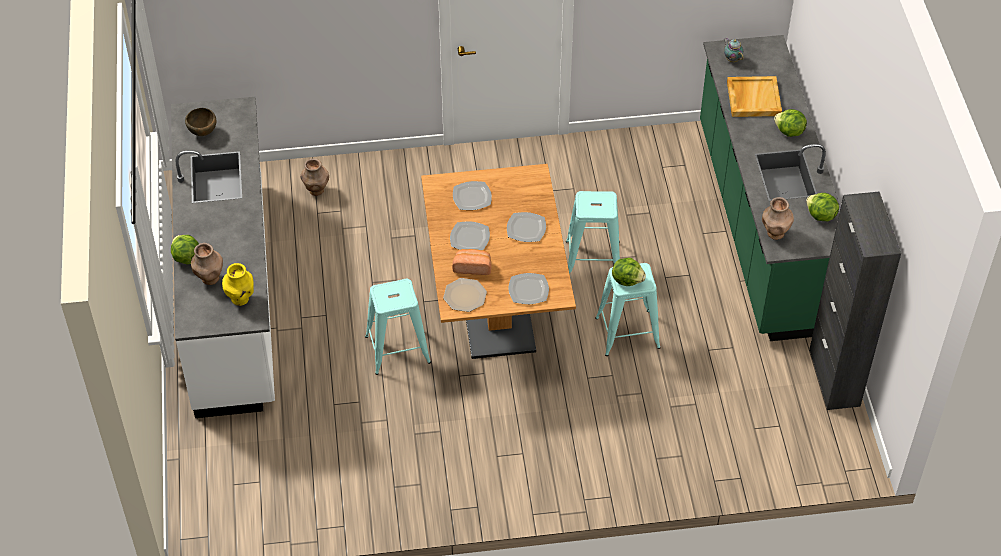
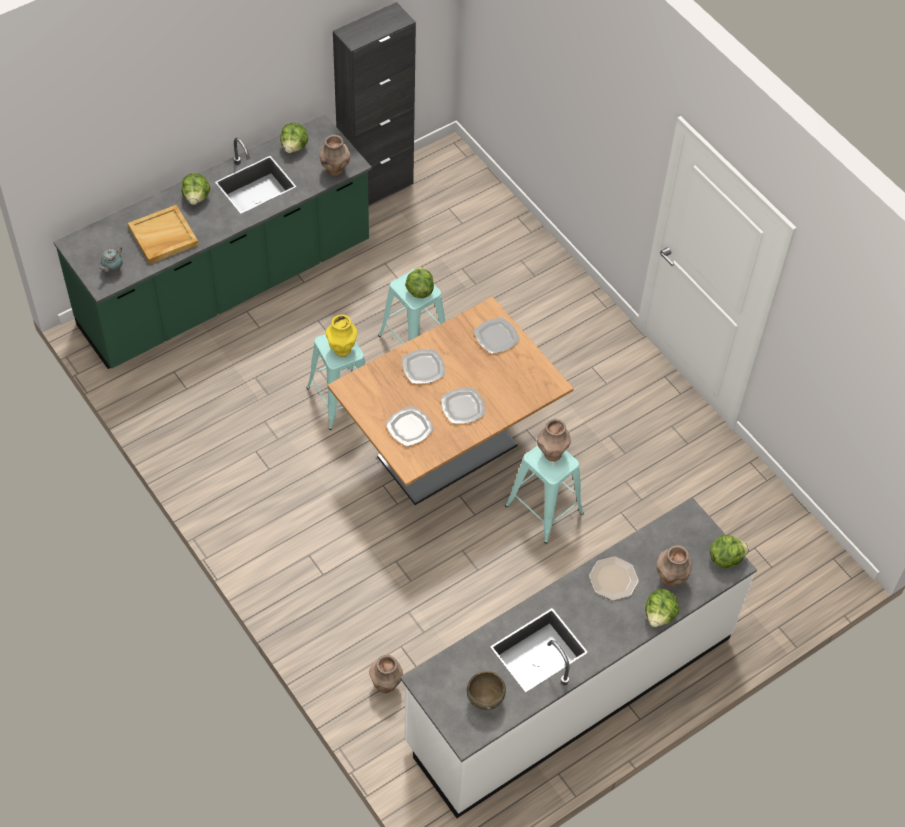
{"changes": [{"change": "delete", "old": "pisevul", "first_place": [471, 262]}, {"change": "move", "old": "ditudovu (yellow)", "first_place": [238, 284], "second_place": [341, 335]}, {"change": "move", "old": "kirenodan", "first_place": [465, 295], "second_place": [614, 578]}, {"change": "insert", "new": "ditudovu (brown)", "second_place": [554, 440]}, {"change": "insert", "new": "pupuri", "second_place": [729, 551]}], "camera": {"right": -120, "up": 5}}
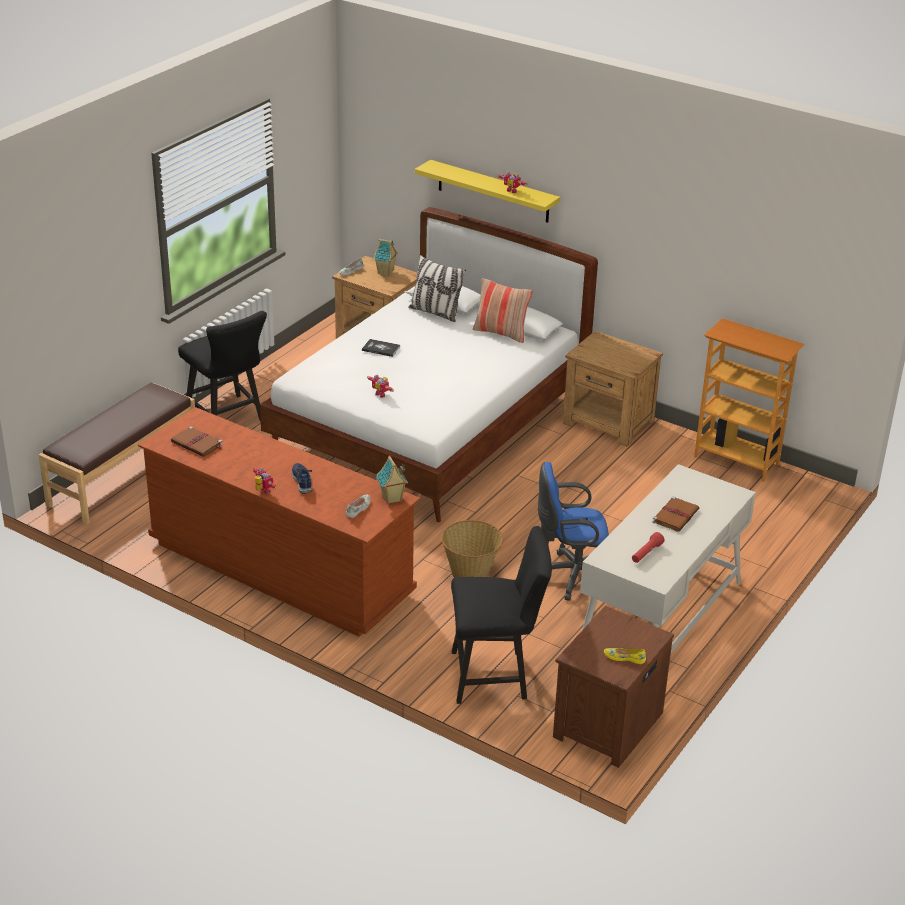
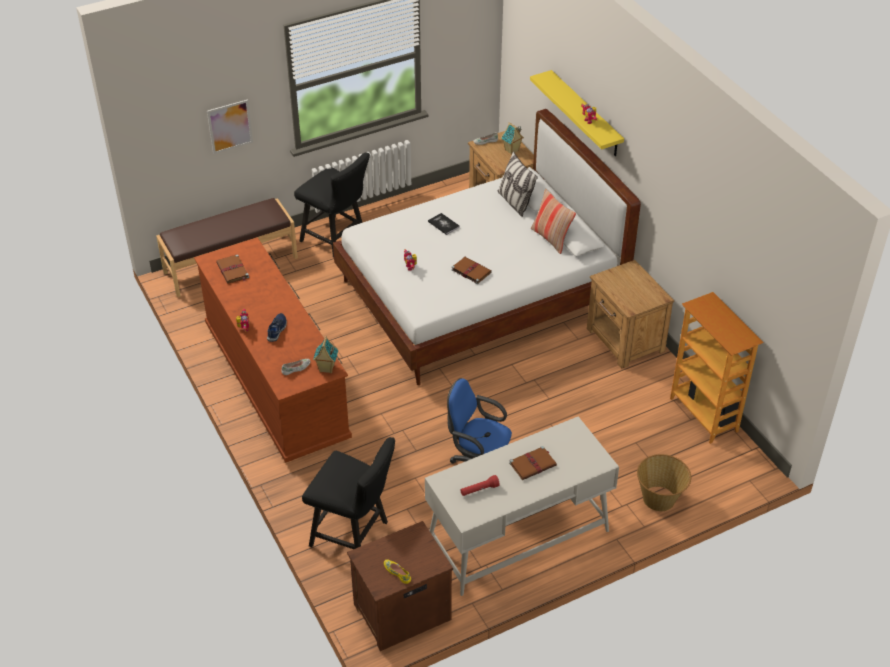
{"changes": [{"change": "rotate", "old": "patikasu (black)", "first_place": [222, 366], "second_place": [332, 204], "degrees": -45}, {"change": "move", "old": "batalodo", "first_place": [472, 549], "second_place": [664, 482]}, {"change": "insert", "new": "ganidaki", "second_place": [230, 126]}, {"change": "insert", "new": "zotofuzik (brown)", "second_place": [471, 270]}], "camera": {"right": 30, "up": 10}}
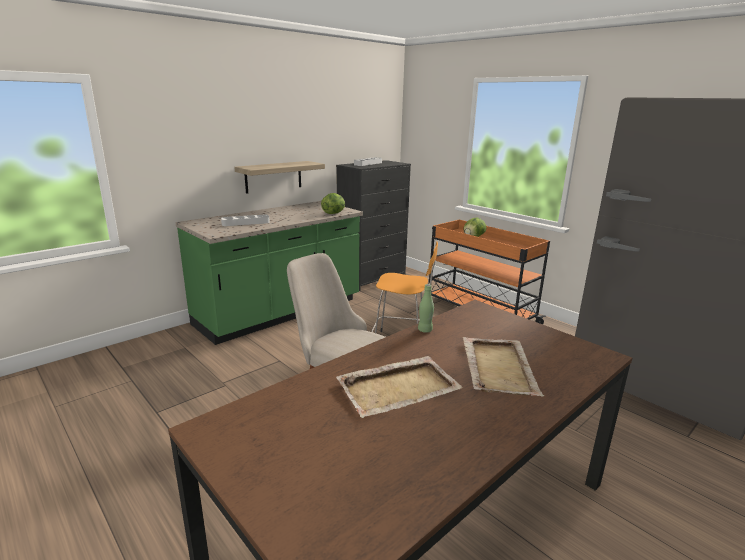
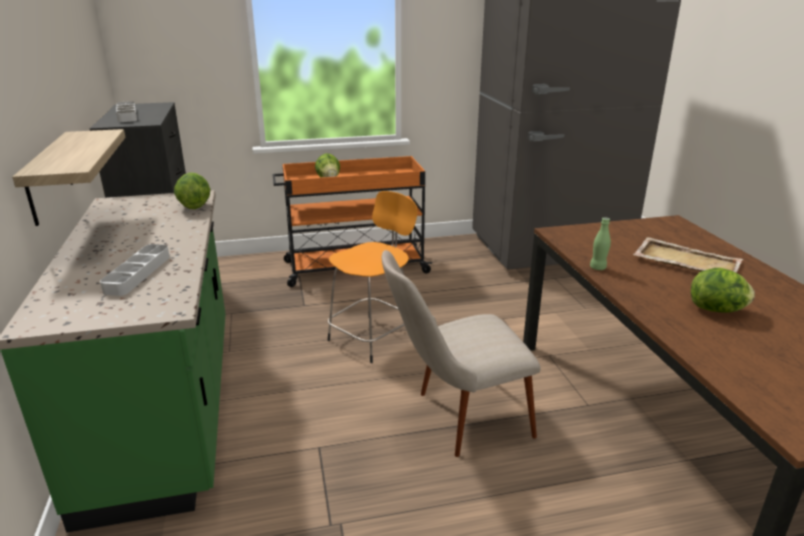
{"changes": [{"change": "replace", "old": "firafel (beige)", "new": "pupuri", "first_place": [399, 387], "second_place": [723, 290]}], "camera": {"right": -60, "up": 5}}
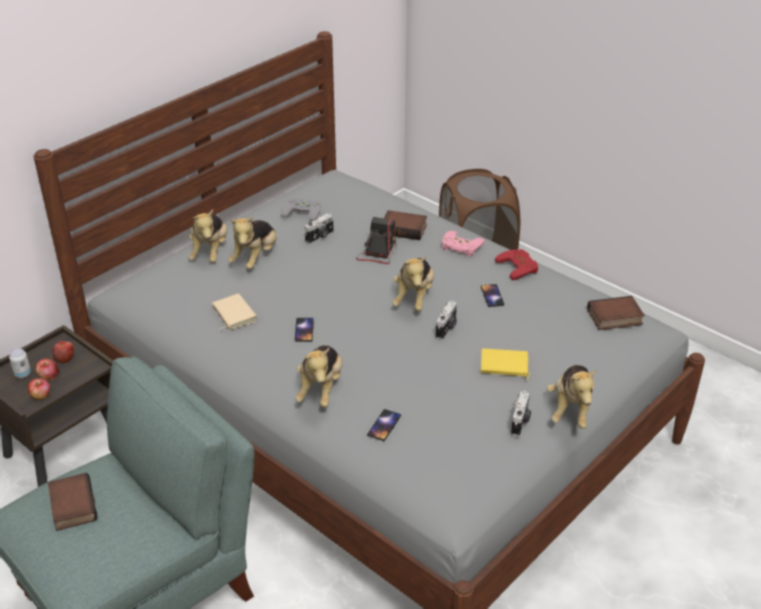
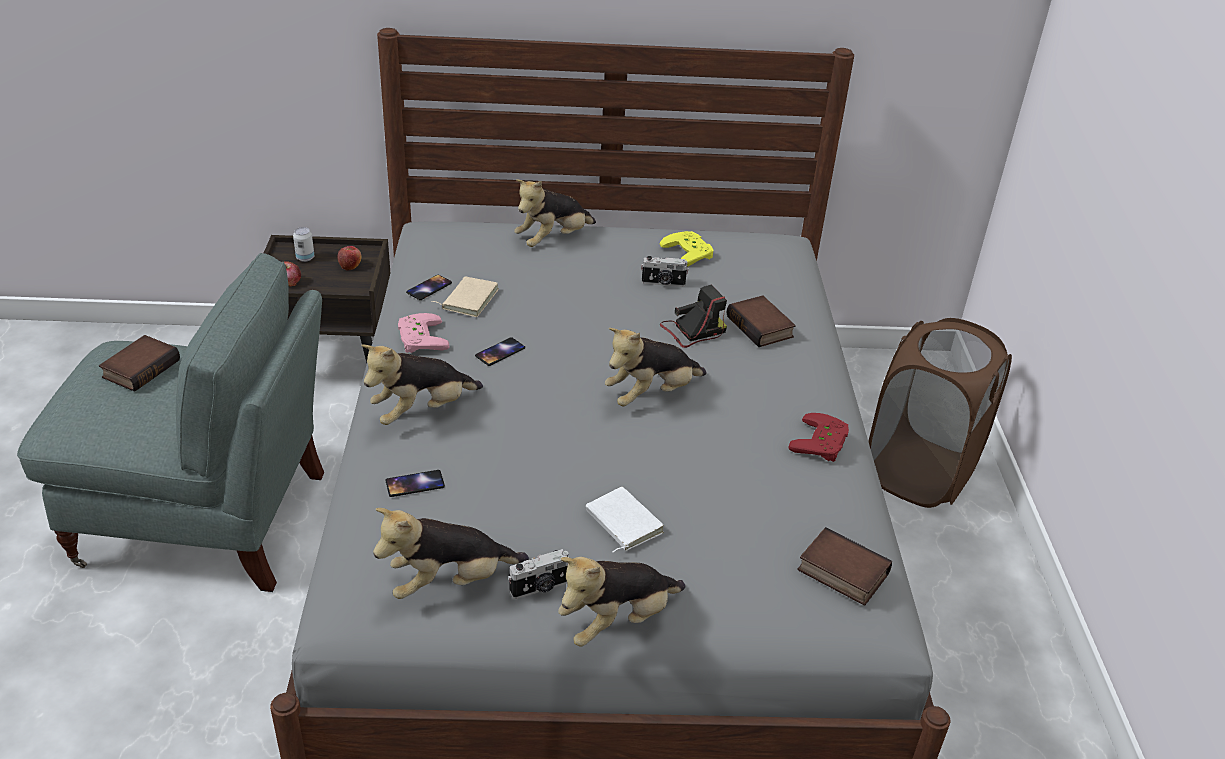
{"changes": [{"change": "recolor", "old": "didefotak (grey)", "new": "didefotak (yellow)", "first_place": [301, 209], "second_place": [687, 248]}, {"change": "move", "old": "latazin", "first_place": [252, 242], "second_place": [451, 553]}, {"change": "move", "old": "didefotak (pink)", "first_place": [463, 244], "second_place": [424, 333]}, {"change": "move", "old": "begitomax", "first_place": [492, 295], "second_place": [429, 287]}, {"change": "delete", "old": "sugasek", "first_place": [446, 320]}, {"change": "recolor", "old": "zotofuzik (yellow)", "new": "zotofuzik (white)", "first_place": [505, 365], "second_place": [625, 519]}, {"change": "delete", "old": "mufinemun", "first_place": [47, 369]}], "camera": {"right": 45, "up": 0}}
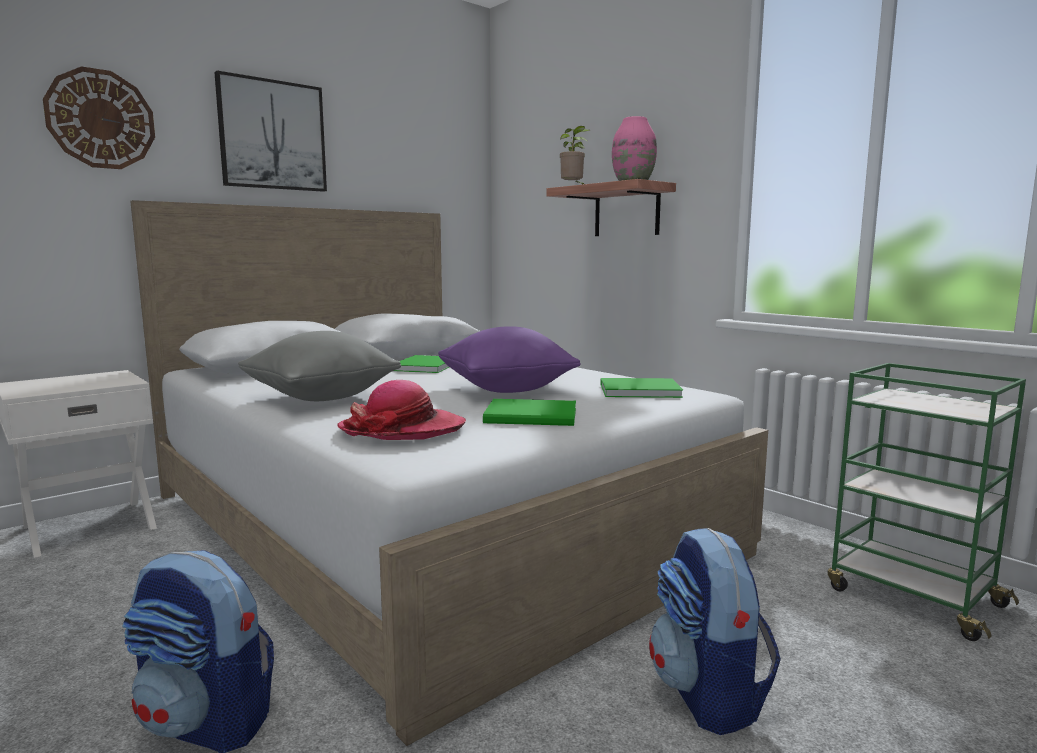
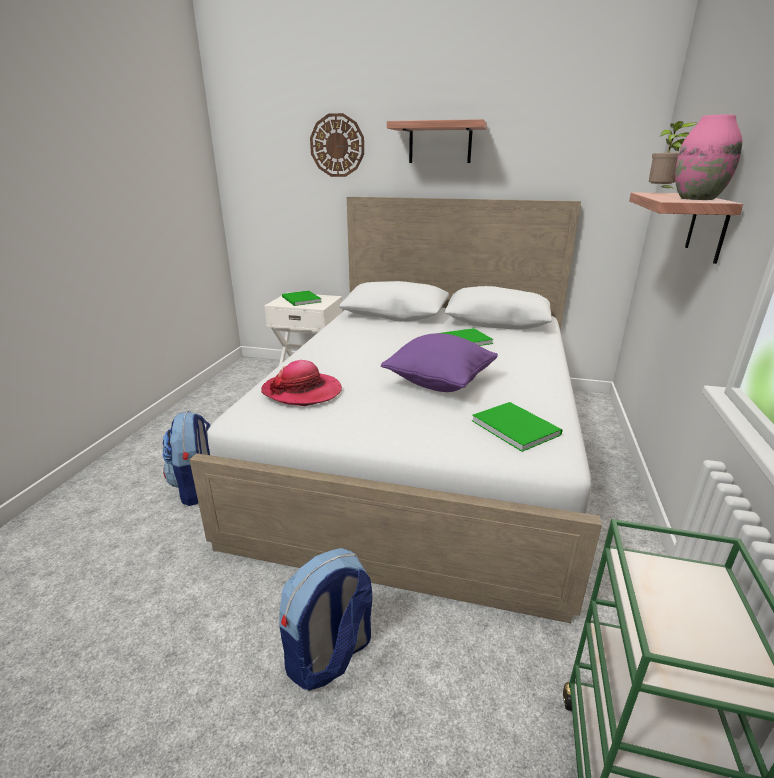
{"changes": [{"change": "replace", "old": "ganidaki", "new": "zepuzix", "first_place": [270, 131], "second_place": [437, 141]}, {"change": "delete", "old": "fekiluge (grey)", "first_place": [319, 366]}, {"change": "move", "old": "zotofuzik (green)", "first_place": [529, 412], "second_place": [302, 298]}], "camera": {"right": 55, "up": 15}}
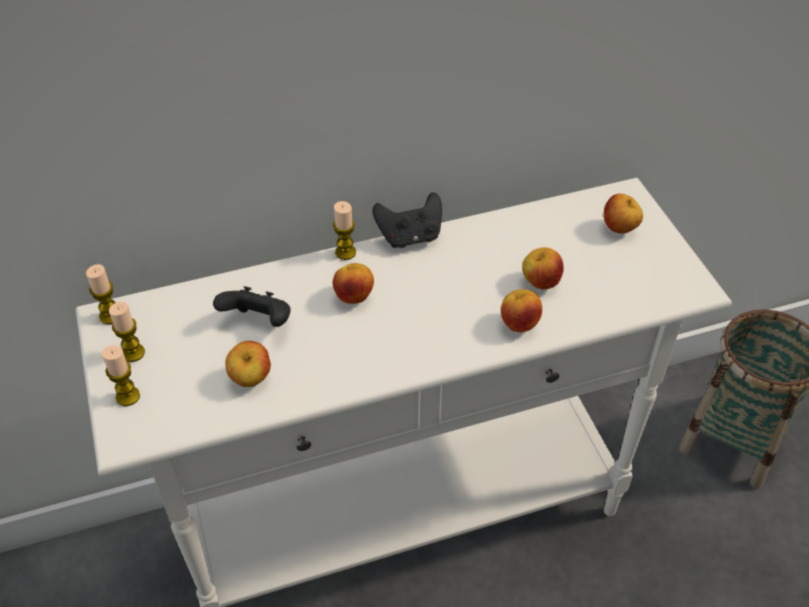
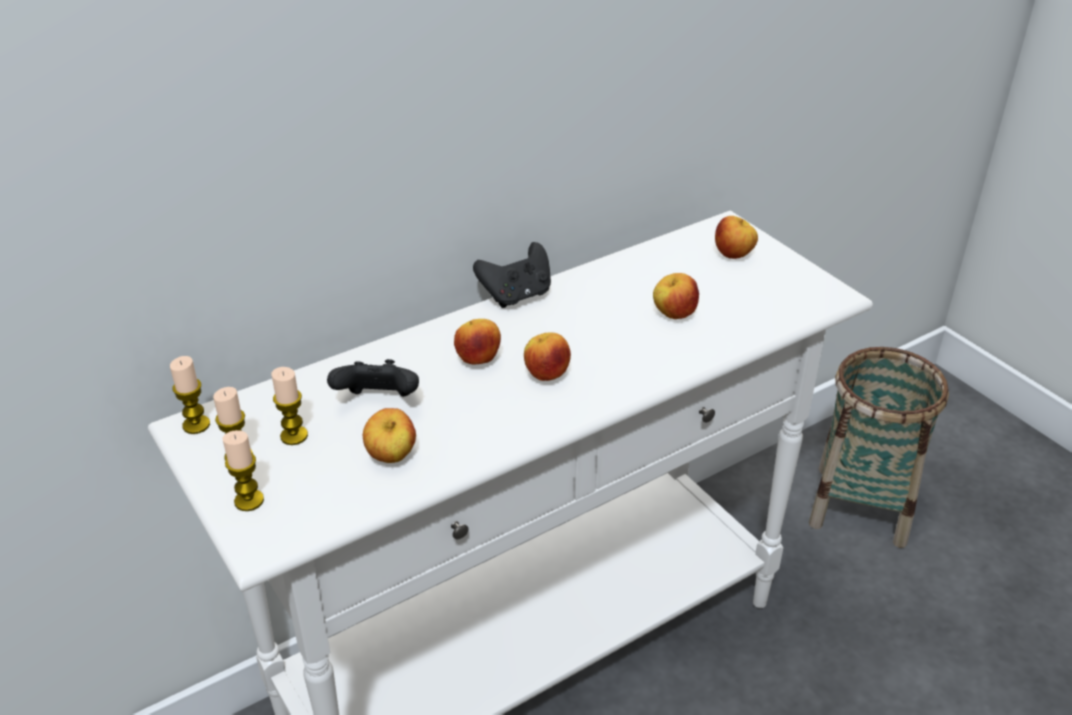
{"changes": [{"change": "move", "old": "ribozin", "first_place": [344, 230], "second_place": [289, 406]}, {"change": "move", "old": "mufinemun", "first_place": [521, 310], "second_place": [547, 356]}], "camera": {"right": -15, "up": -10}}
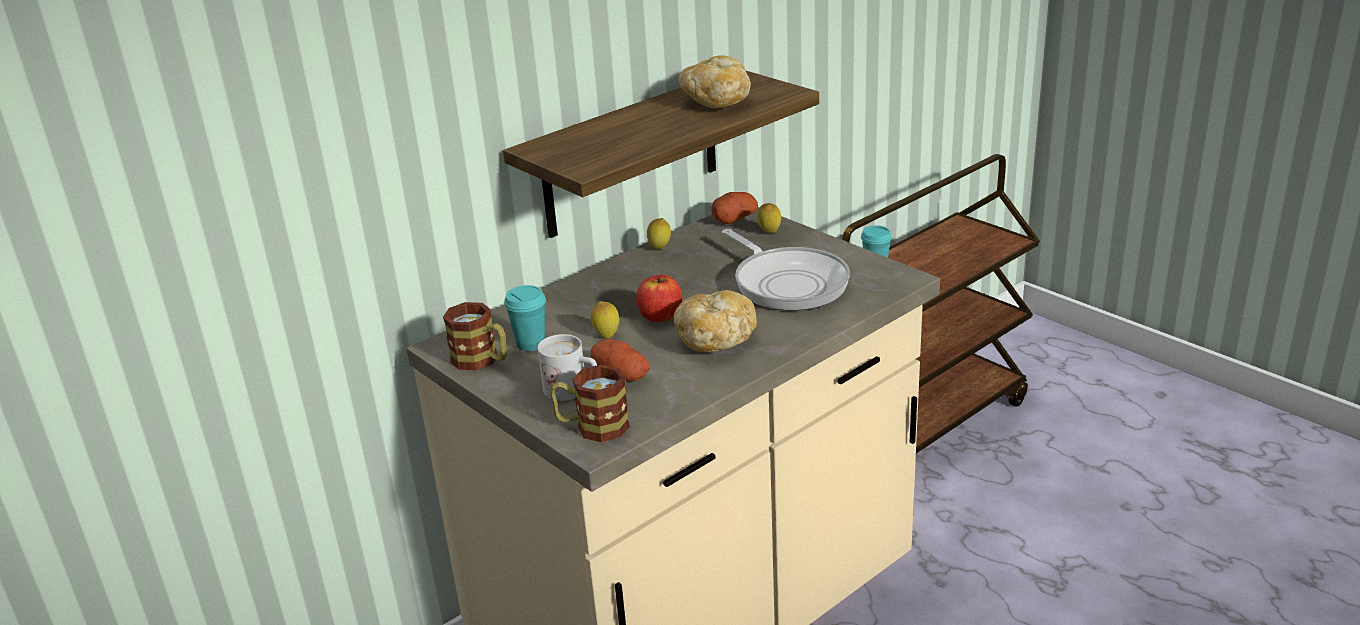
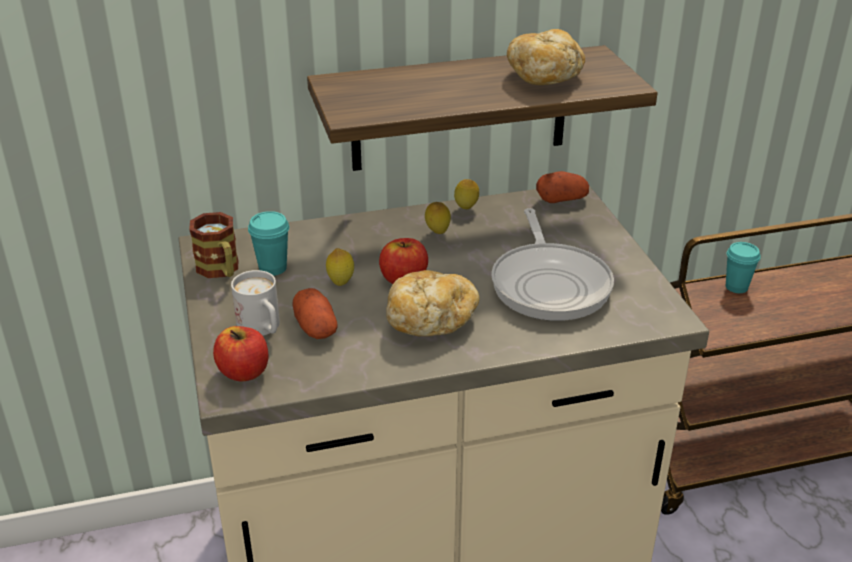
{"changes": [{"change": "move", "old": "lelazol", "first_place": [769, 218], "second_place": [438, 218]}, {"change": "replace", "old": "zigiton", "new": "mufinemun", "first_place": [590, 403], "second_place": [240, 354]}], "camera": {"right": 25, "up": 5}}
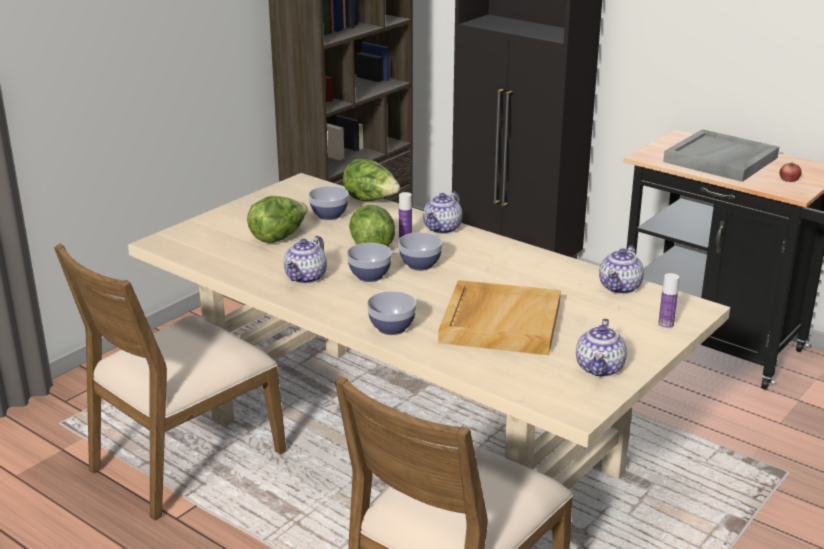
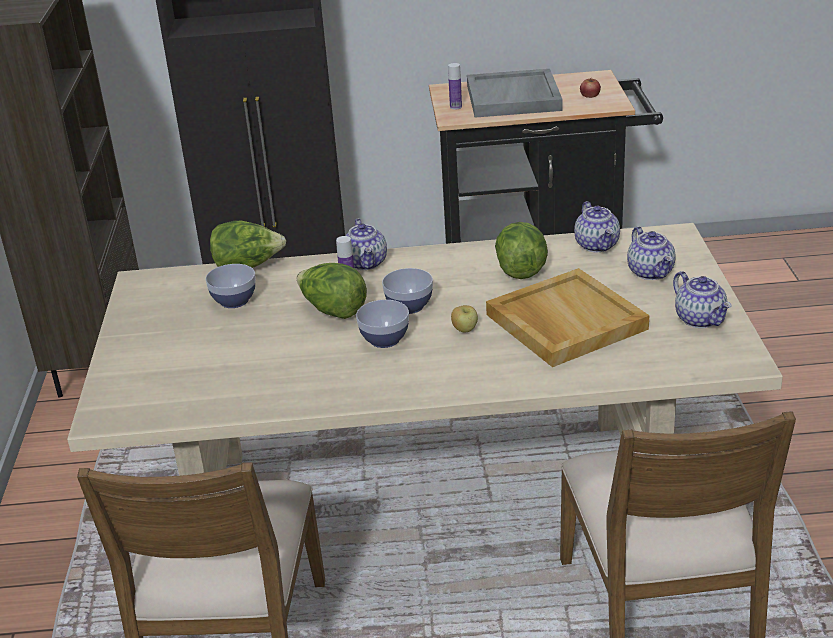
{"changes": [{"change": "move", "old": "pupuri", "first_place": [277, 219], "second_place": [521, 250]}, {"change": "move", "old": "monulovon", "first_place": [305, 260], "second_place": [651, 253]}, {"change": "move", "old": "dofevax", "first_place": [668, 301], "second_place": [455, 86]}, {"change": "delete", "old": "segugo", "first_place": [391, 313]}, {"change": "insert", "new": "mufinemun", "second_place": [464, 318]}], "camera": {"right": -40, "up": 5}}
